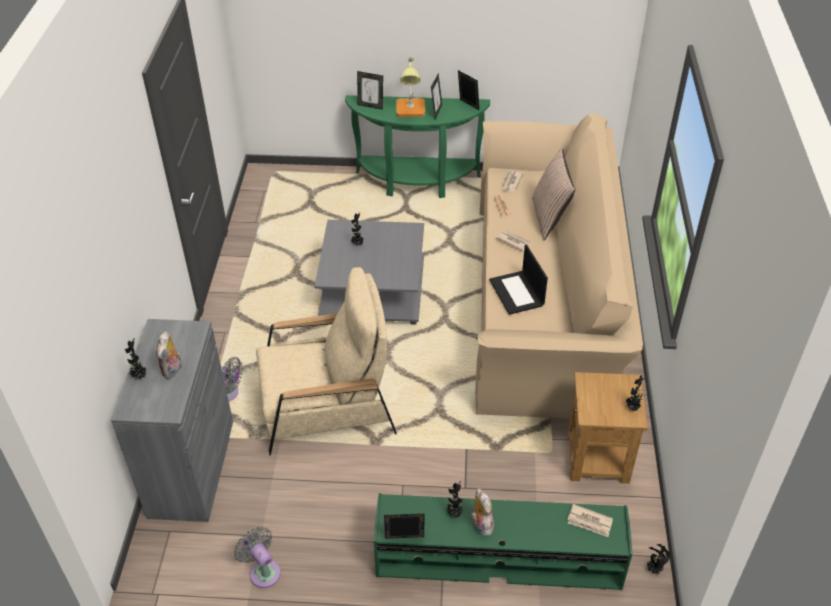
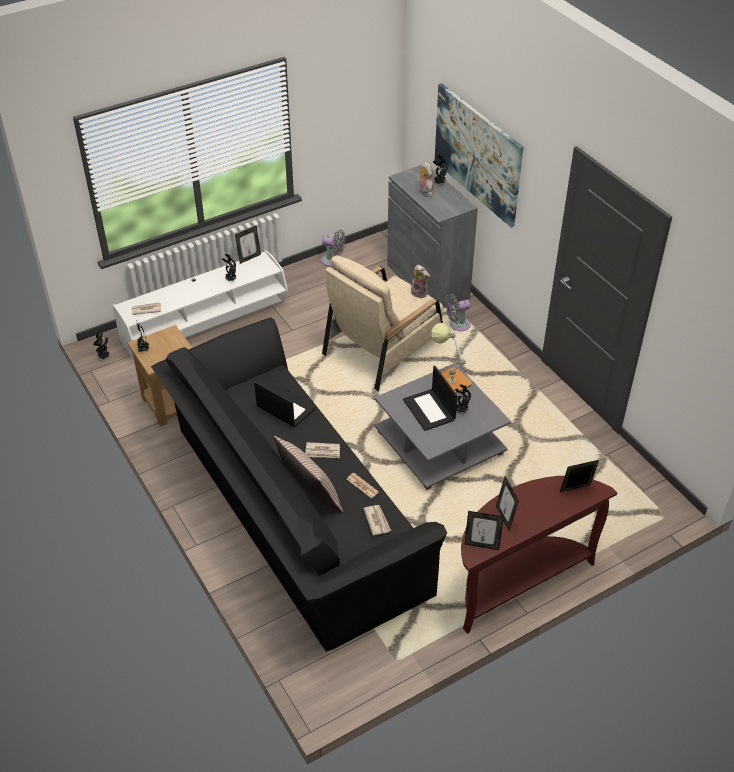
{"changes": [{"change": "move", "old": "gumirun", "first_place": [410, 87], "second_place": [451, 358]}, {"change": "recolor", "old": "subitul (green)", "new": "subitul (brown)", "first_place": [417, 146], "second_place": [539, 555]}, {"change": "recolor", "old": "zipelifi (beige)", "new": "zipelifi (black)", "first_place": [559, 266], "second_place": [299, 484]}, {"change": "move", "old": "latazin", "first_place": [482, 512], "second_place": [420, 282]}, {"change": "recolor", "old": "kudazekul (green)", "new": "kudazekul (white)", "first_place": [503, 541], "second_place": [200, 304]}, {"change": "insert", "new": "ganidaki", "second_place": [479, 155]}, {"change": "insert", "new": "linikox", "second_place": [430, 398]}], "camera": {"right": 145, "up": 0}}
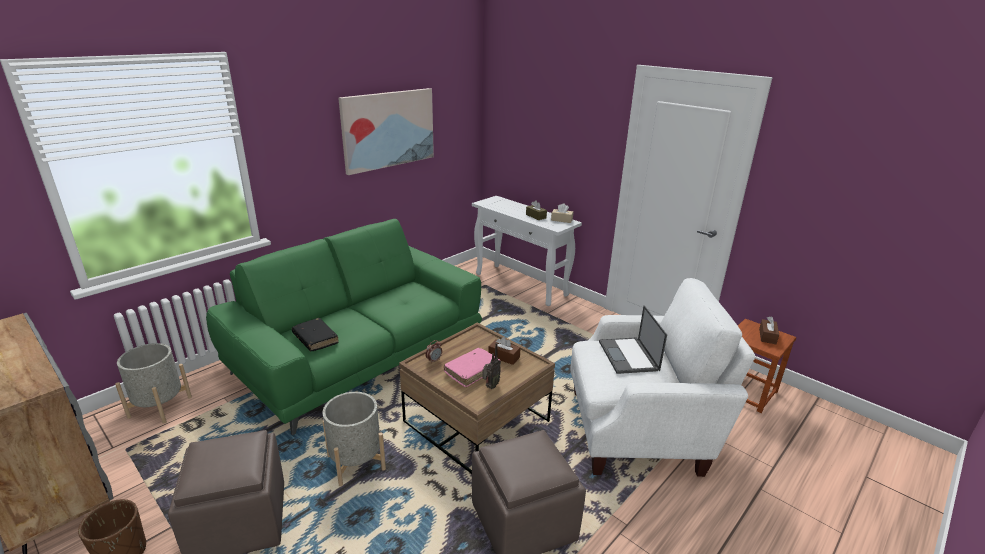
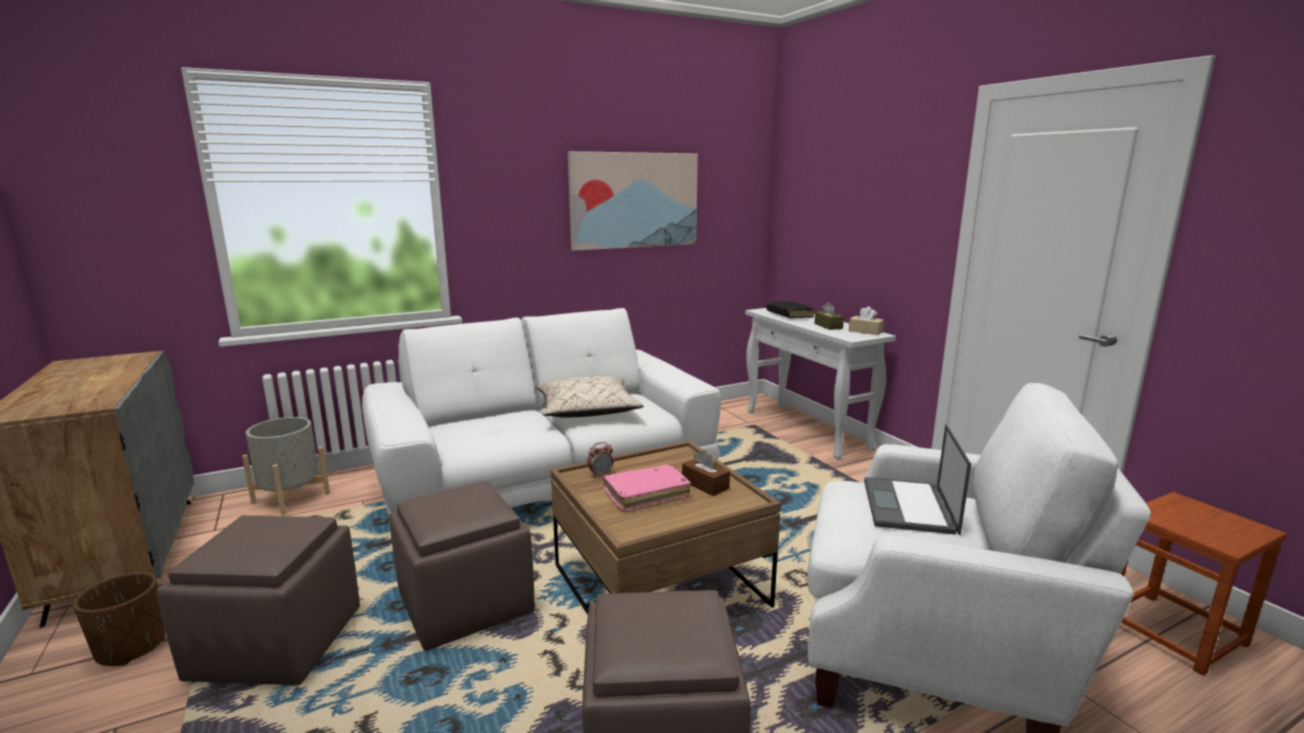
{"changes": [{"change": "recolor", "old": "zipelifi (green)", "new": "zipelifi (white)", "first_place": [344, 327], "second_place": [541, 416]}, {"change": "delete", "old": "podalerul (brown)", "first_place": [769, 330]}, {"change": "move", "old": "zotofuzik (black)", "first_place": [315, 335], "second_place": [790, 309]}, {"change": "delete", "old": "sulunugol", "first_place": [492, 366]}, {"change": "replace", "old": "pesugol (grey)", "new": "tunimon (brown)", "first_place": [354, 439], "second_place": [462, 566]}, {"change": "insert", "new": "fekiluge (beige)", "second_place": [590, 396]}], "camera": {"right": 20, "up": -10}}
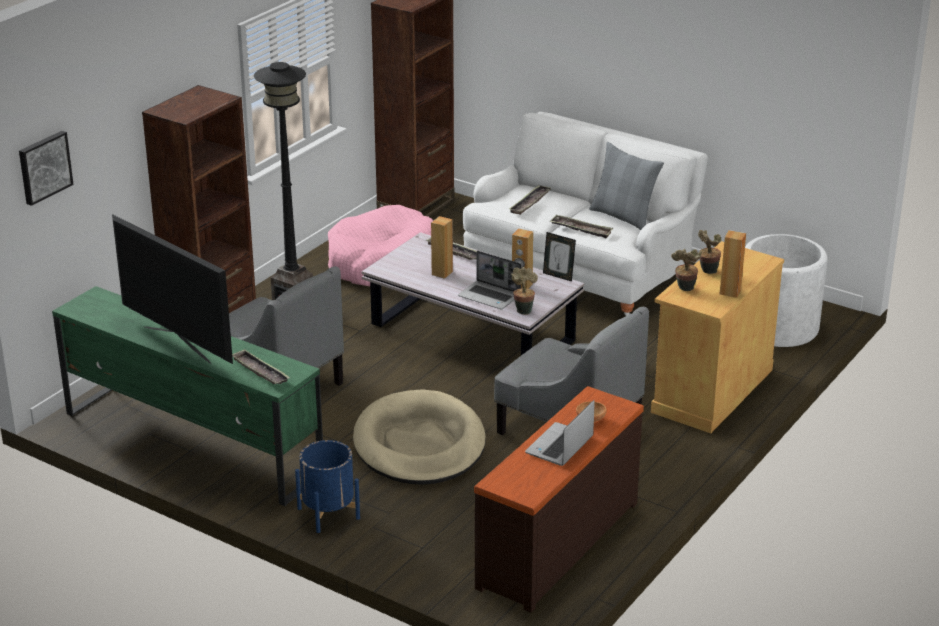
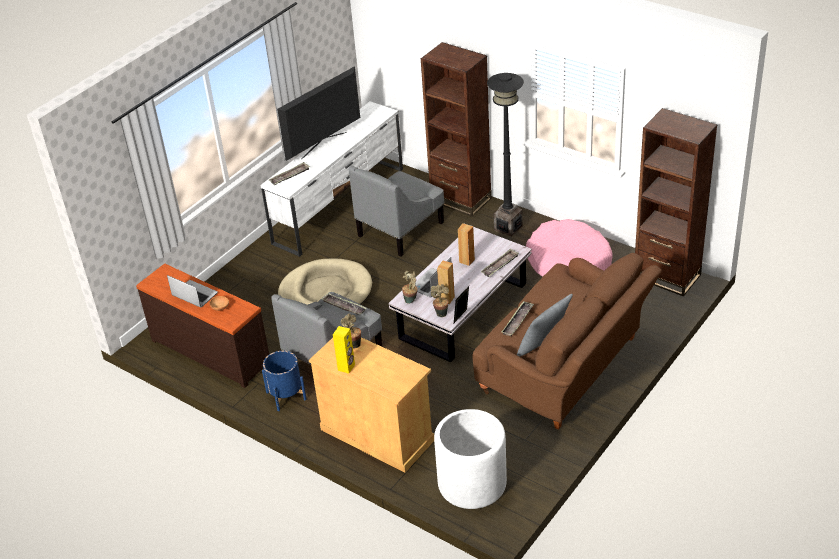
{"changes": [{"change": "recolor", "old": "zipelifi (white)", "new": "zipelifi (brown)", "first_place": [585, 214], "second_place": [567, 341]}, {"change": "delete", "old": "ganidaki", "first_place": [46, 168]}, {"change": "move", "old": "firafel", "first_place": [530, 200], "second_place": [344, 304]}, {"change": "move", "old": "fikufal", "first_place": [710, 252], "second_place": [440, 300]}, {"change": "recolor", "old": "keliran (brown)", "new": "keliran (yellow)", "first_place": [732, 264], "second_place": [344, 350]}, {"change": "recolor", "old": "kudazekul (green)", "new": "kudazekul (white)", "first_place": [187, 396], "second_place": [331, 179]}, {"change": "move", "old": "pesugol (blue)", "first_place": [327, 486], "second_place": [284, 381]}], "camera": {"right": 95, "up": 10}}
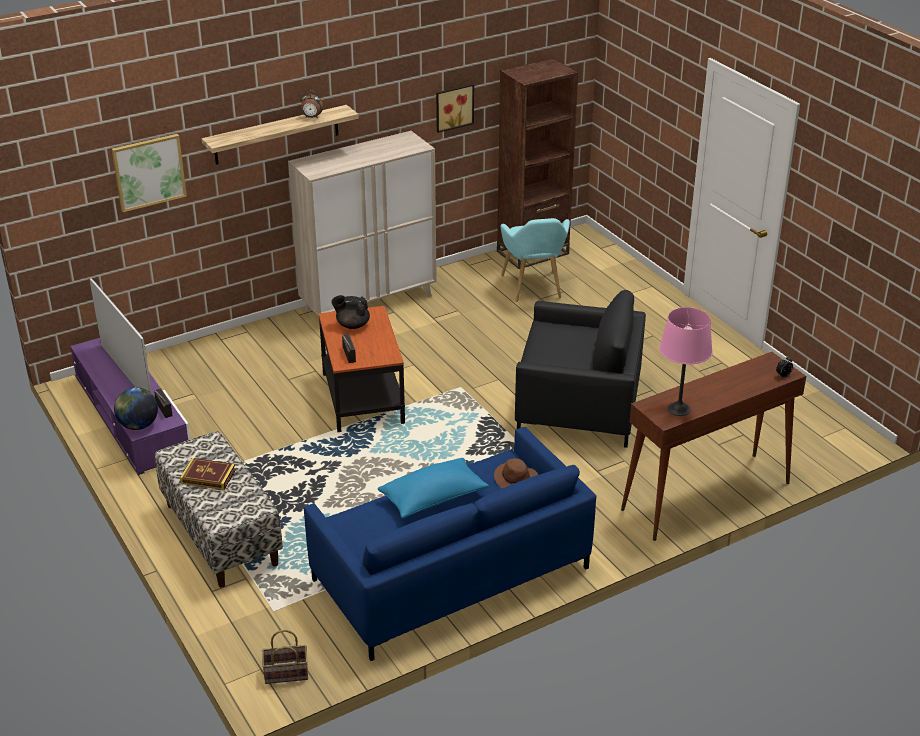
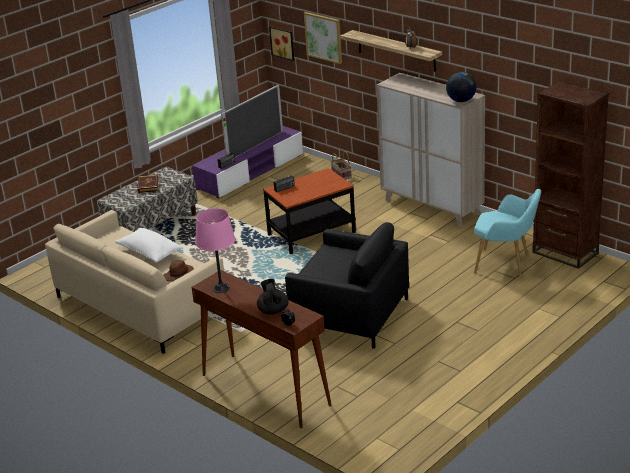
{"changes": [{"change": "move", "old": "ganidaki", "first_place": [455, 108], "second_place": [281, 43]}, {"change": "rotate", "old": "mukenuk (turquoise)", "first_place": [535, 260], "second_place": [507, 233], "degrees": -135}, {"change": "rotate", "old": "mukenuk (black)", "first_place": [580, 369], "second_place": [347, 285], "degrees": -60}, {"change": "move", "old": "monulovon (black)", "first_place": [350, 312], "second_place": [273, 297]}, {"change": "move", "old": "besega", "first_place": [136, 408], "second_place": [461, 87]}, {"change": "recolor", "old": "zipelifi (blue)", "new": "zipelifi (beige)", "first_place": [450, 544], "second_place": [134, 282]}, {"change": "recolor", "old": "fekiluge (blue)", "new": "fekiluge (white)", "first_place": [433, 488], "second_place": [149, 245]}, {"change": "move", "old": "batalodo", "first_place": [285, 657], "second_place": [341, 165]}], "camera": {"right": 75, "up": -5}}
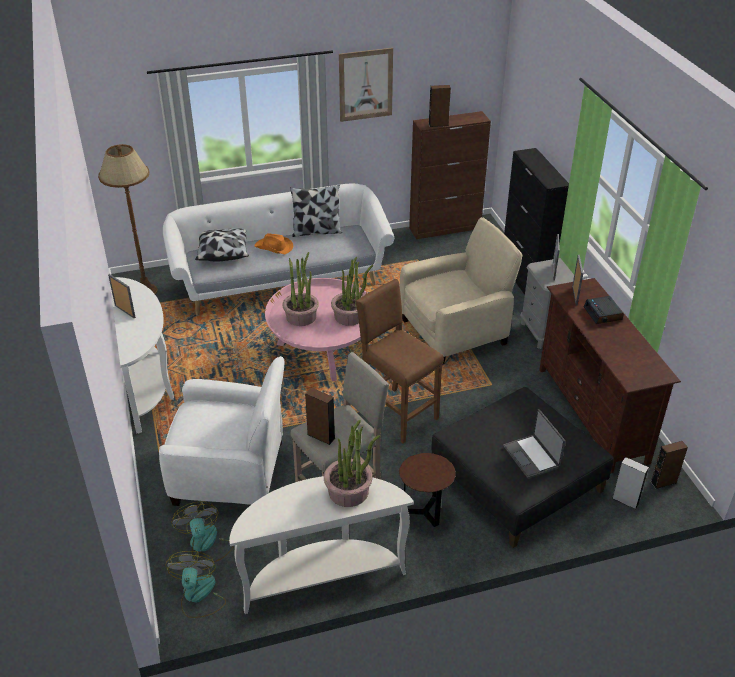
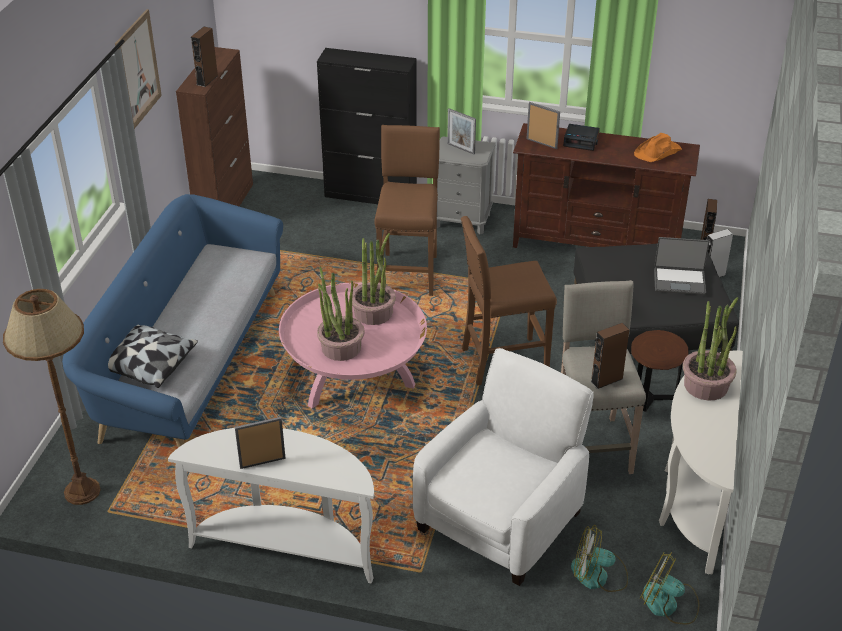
{"changes": [{"change": "recolor", "old": "zipelifi (white)", "new": "zipelifi (blue)", "first_place": [278, 250], "second_place": [172, 321]}, {"change": "delete", "old": "fekiluge", "first_place": [316, 211]}, {"change": "replace", "old": "mukenuk (beige)", "new": "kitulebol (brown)", "first_place": [461, 290], "second_place": [407, 210]}, {"change": "move", "old": "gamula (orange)", "first_place": [274, 243], "second_place": [658, 147]}], "camera": {"right": -60, "up": 0}}
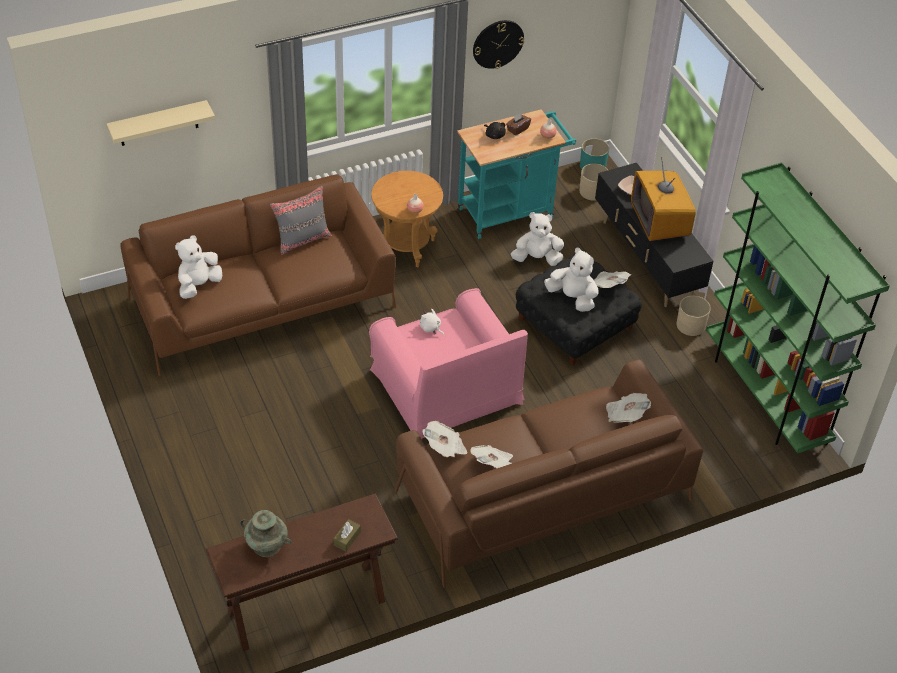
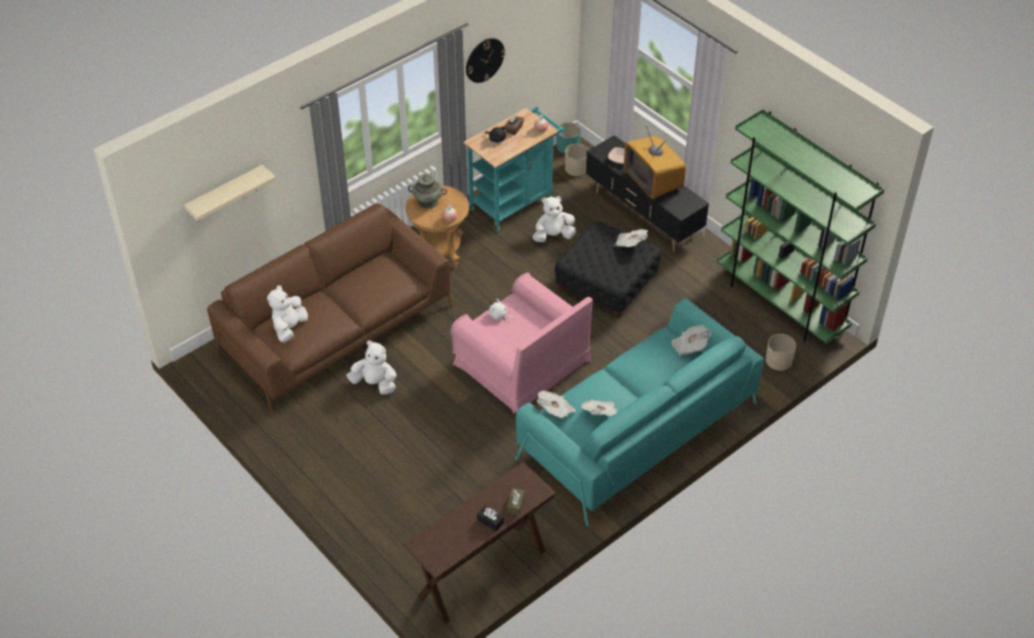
{"changes": [{"change": "delete", "old": "fekiluge (grey)", "first_place": [301, 220]}, {"change": "move", "old": "latazin (white)", "first_place": [571, 280], "second_place": [371, 368]}, {"change": "move", "old": "pesugol (beige)", "first_place": [694, 316], "second_place": [781, 352]}, {"change": "recolor", "old": "zipelifi (brown)", "new": "zipelifi (turquoise)", "first_place": [548, 474], "second_place": [639, 413]}, {"change": "move", "old": "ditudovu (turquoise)", "first_place": [266, 533], "second_place": [427, 191]}, {"change": "insert", "new": "podalerul (black)", "second_place": [490, 518]}], "camera": {"right": -15, "up": 0}}
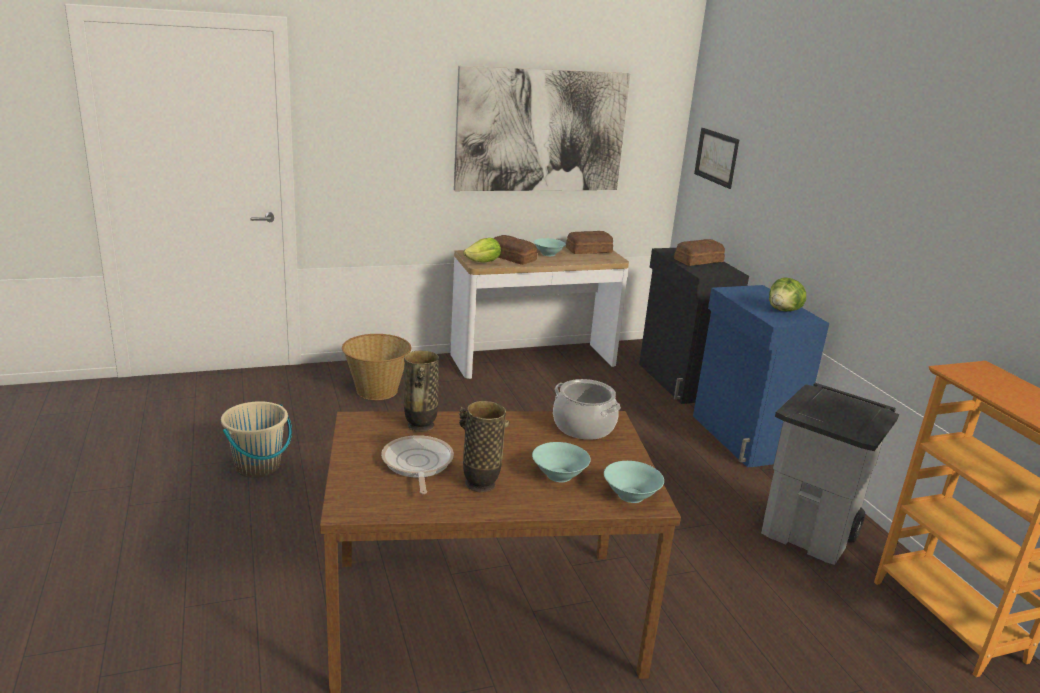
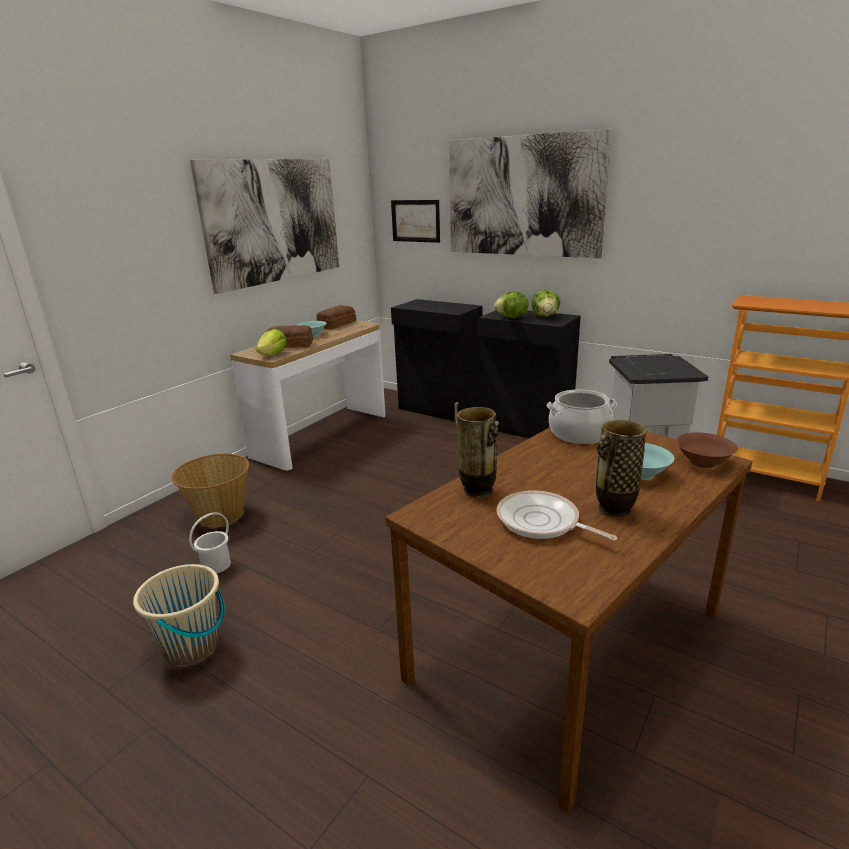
{"changes": [{"change": "delete", "old": "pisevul", "first_place": [699, 252]}, {"change": "recolor", "old": "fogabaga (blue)", "new": "fogabaga (black)", "first_place": [761, 376], "second_place": [529, 374]}, {"change": "recolor", "old": "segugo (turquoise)", "new": "segugo (brown)", "first_place": [634, 482], "second_place": [707, 450]}, {"change": "insert", "new": "ganidaki", "second_place": [530, 193]}, {"change": "insert", "new": "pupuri", "second_place": [511, 304]}, {"change": "insert", "new": "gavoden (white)", "second_place": [210, 542]}], "camera": {"right": -35, "up": 0}}
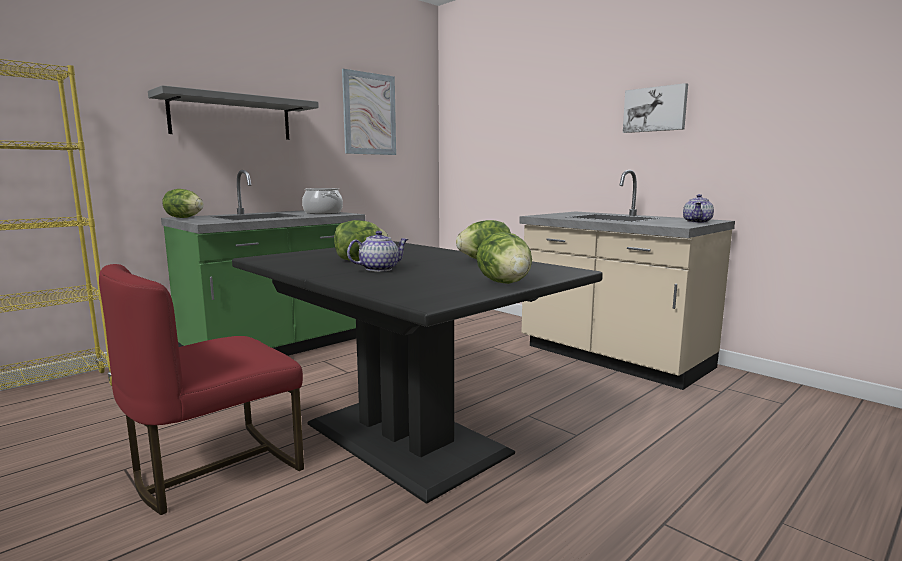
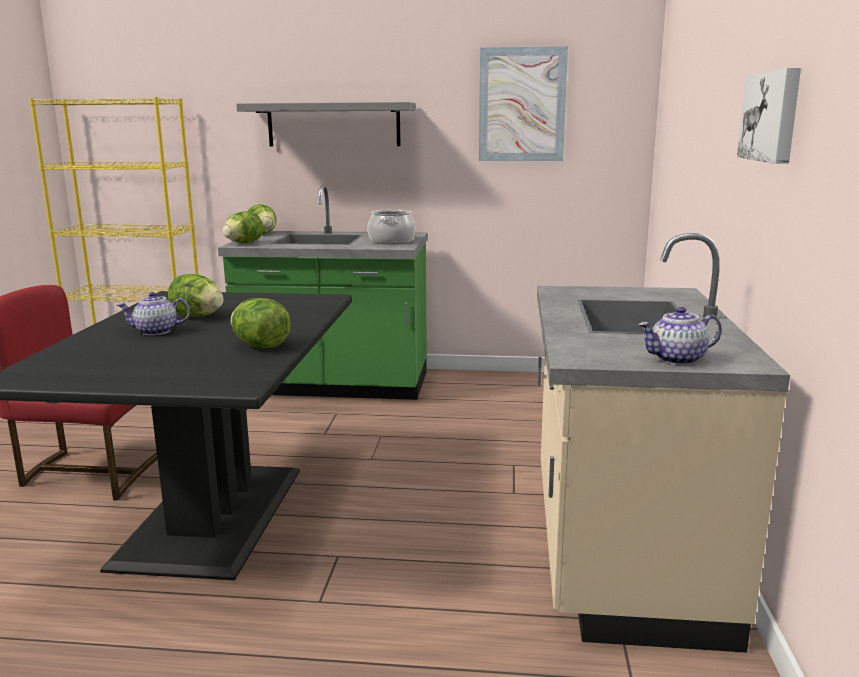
{"changes": [{"change": "rotate", "old": "monulovon", "first_place": [378, 251], "second_place": [153, 314], "degrees": 150}, {"change": "move", "old": "pupuri", "first_place": [504, 258], "second_place": [243, 227]}], "camera": {"right": 50, "up": 5}}
